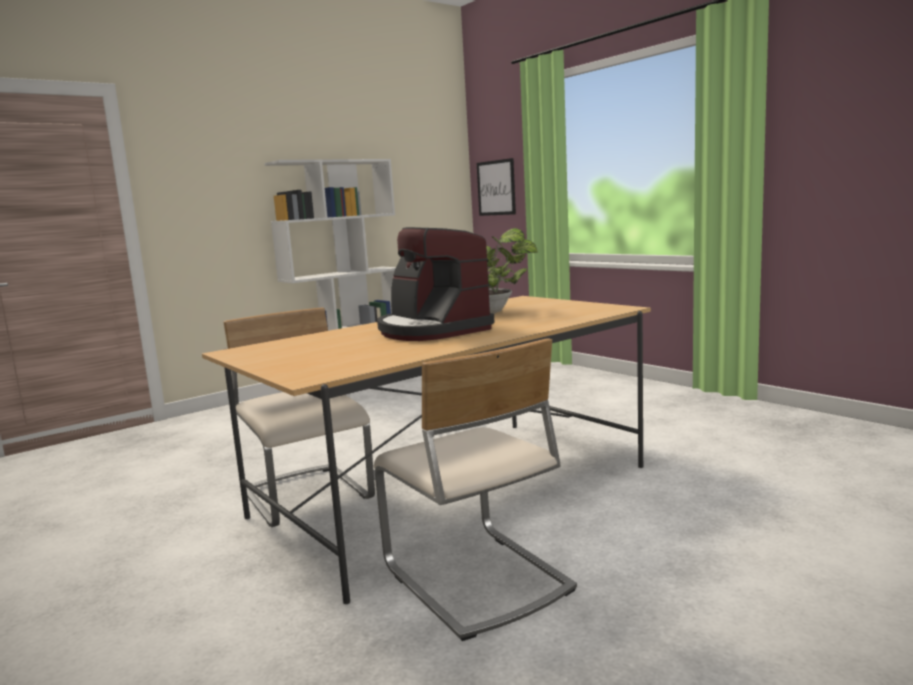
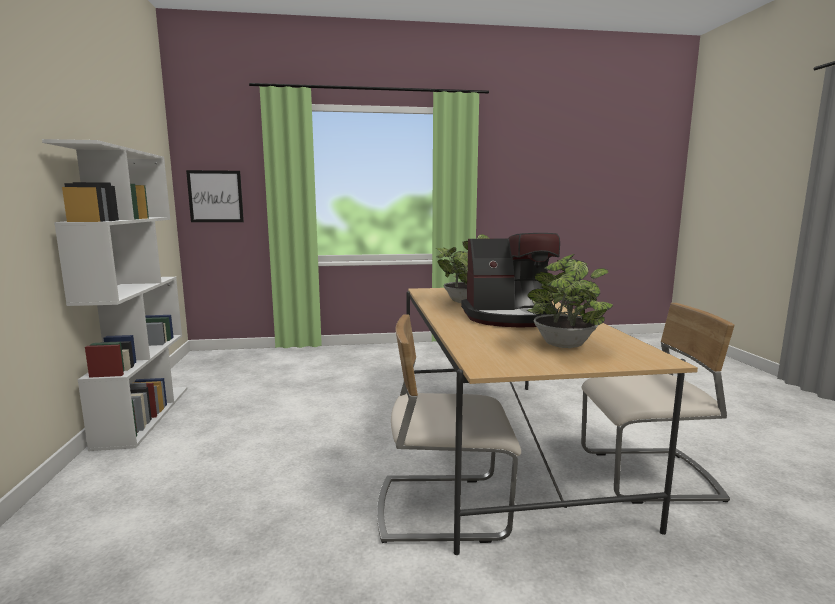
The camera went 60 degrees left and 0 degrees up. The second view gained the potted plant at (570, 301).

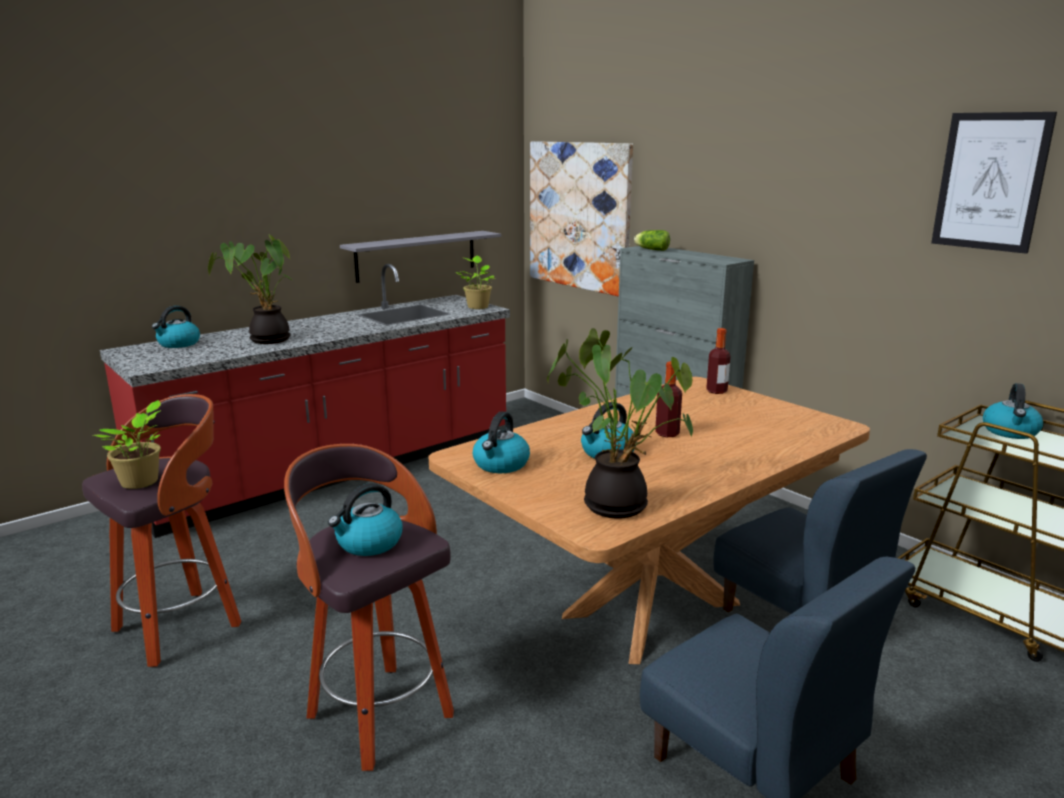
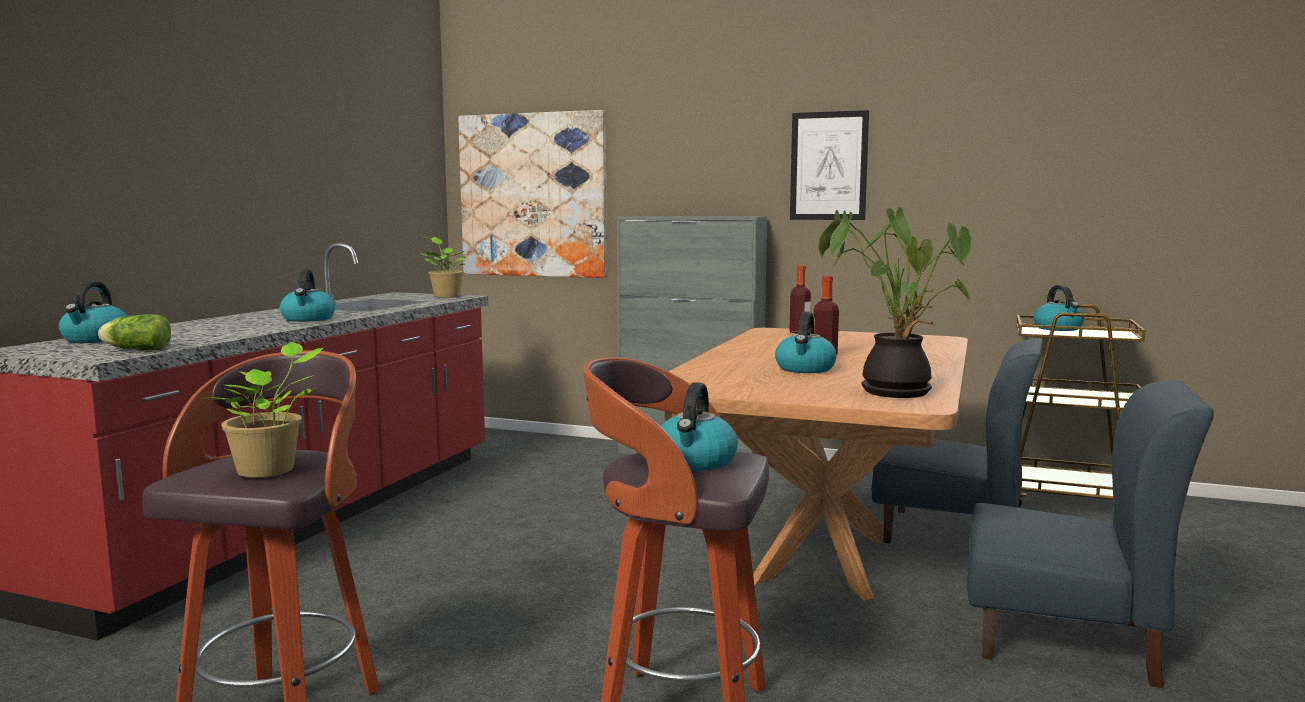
The camera went 30 degrees left and 10 degrees down. The second view lost the potted plant at (250, 289). The second view lost the grey shelf at (420, 257). The kettle ended up elsewhere, having gone from (501, 442) to (307, 296). The lettuce ended up elsewhere, having gone from (652, 240) to (134, 332). The picture ended up elsewhere, having gone from (994, 183) to (829, 165).

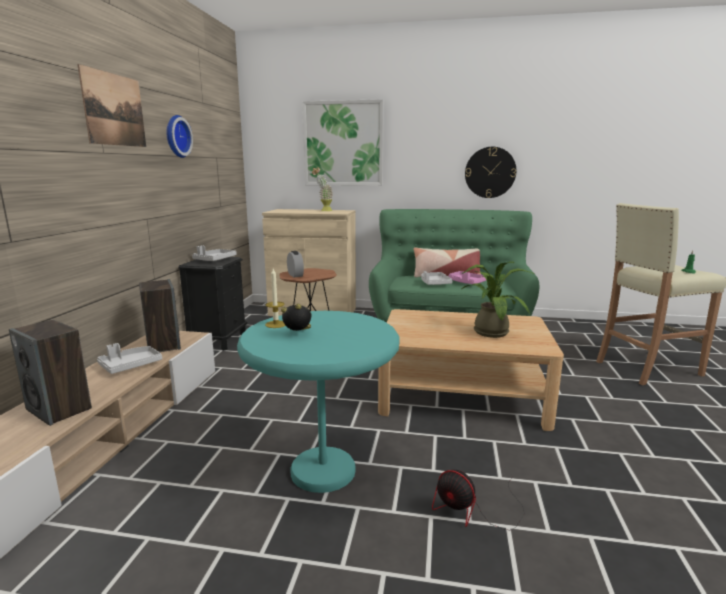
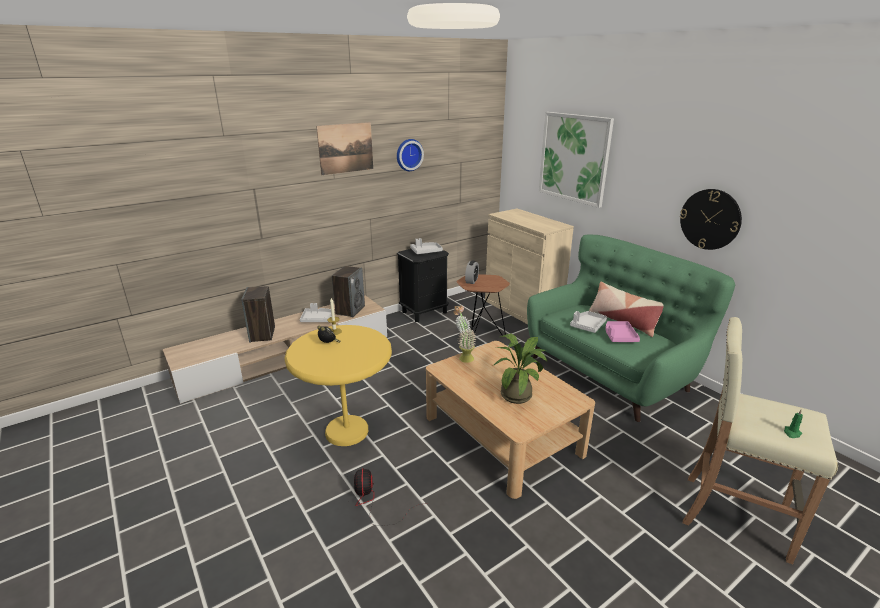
The camera went 45 degrees right and 10 degrees up. What was the turquoise side table at (318, 402) turned into the yellow side table at (338, 385). The potted plant ended up elsewhere, having gone from (322, 189) to (465, 334).

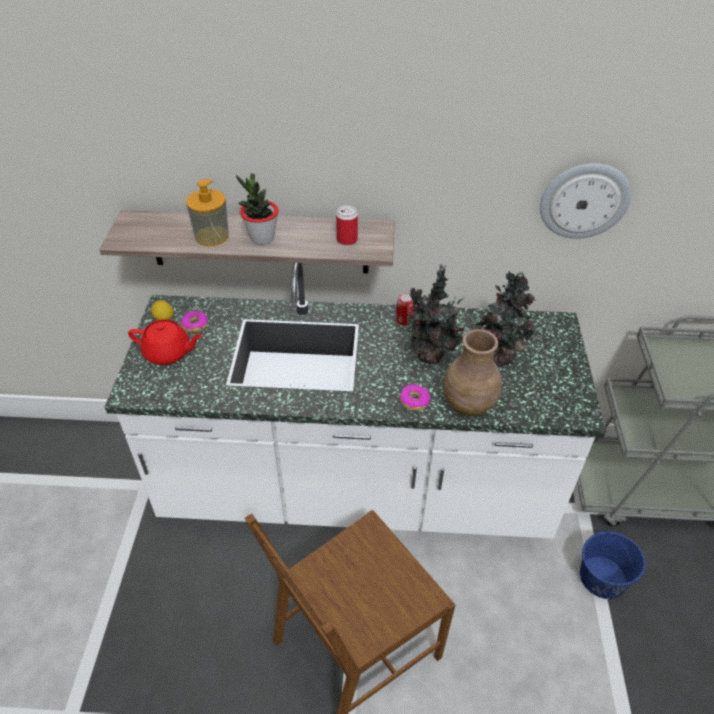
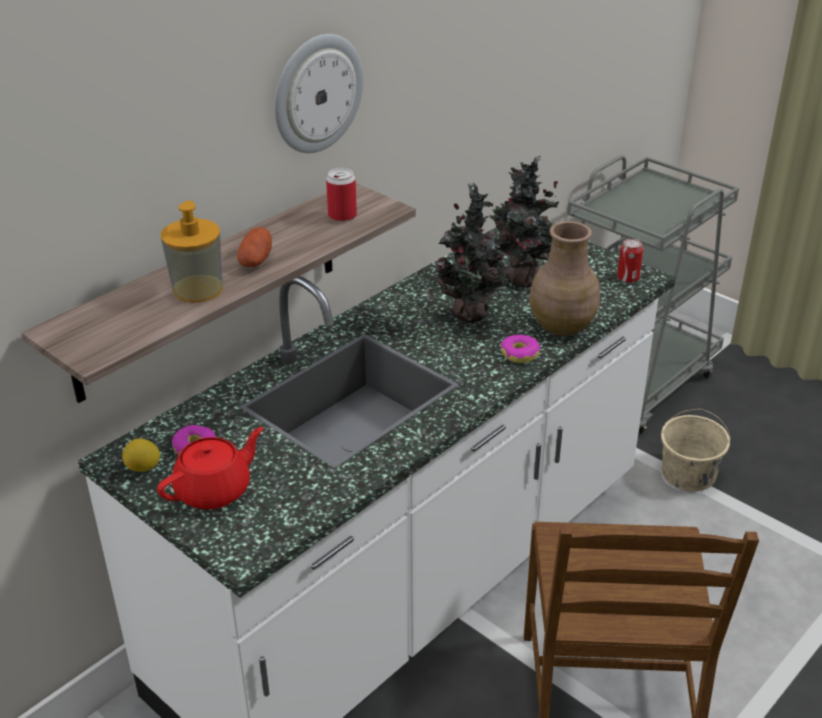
The camera went 50 degrees left and 10 degrees down. Where the potted plant stood at (257, 209), the potato came to stand at (254, 247). The can ended up elsewhere, having gone from (404, 309) to (630, 261). The wall clock ended up elsewhere, having gone from (585, 201) to (318, 93). What was the blue bucket at (613, 564) turned into the beige bucket at (696, 450).

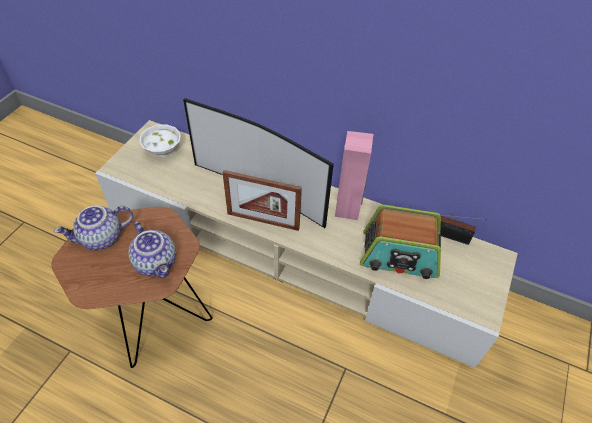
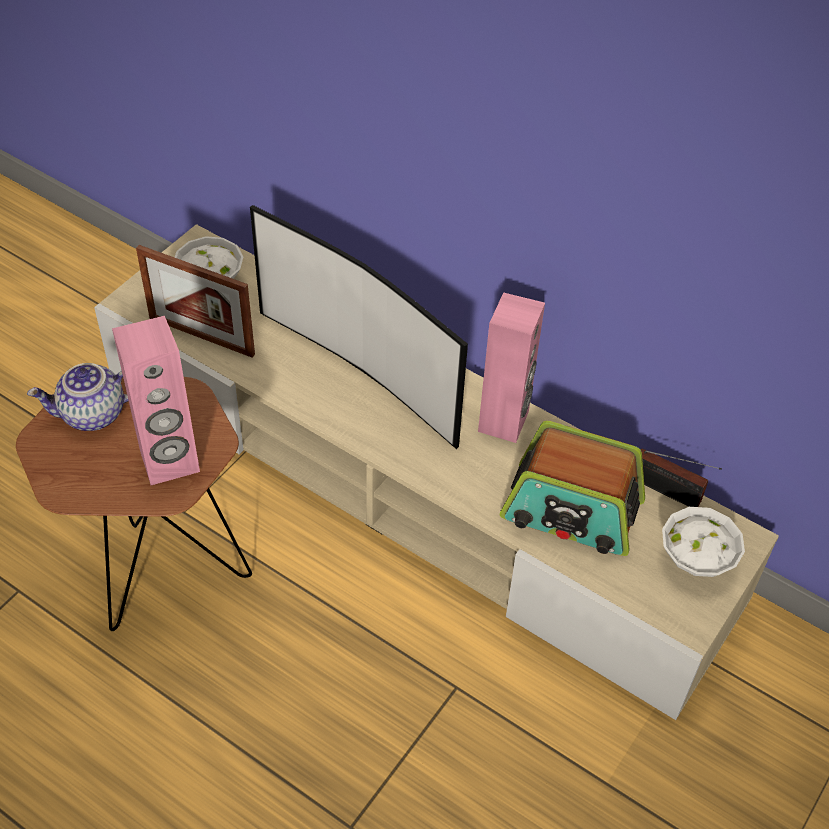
The camera went 10 degrees right and 0 degrees up. Where the teapot stood at (152, 249), the pink speaker came to stand at (156, 400). The picture frame ended up elsewhere, having gone from (262, 200) to (195, 301). The second view gained the white bowl at (703, 542).

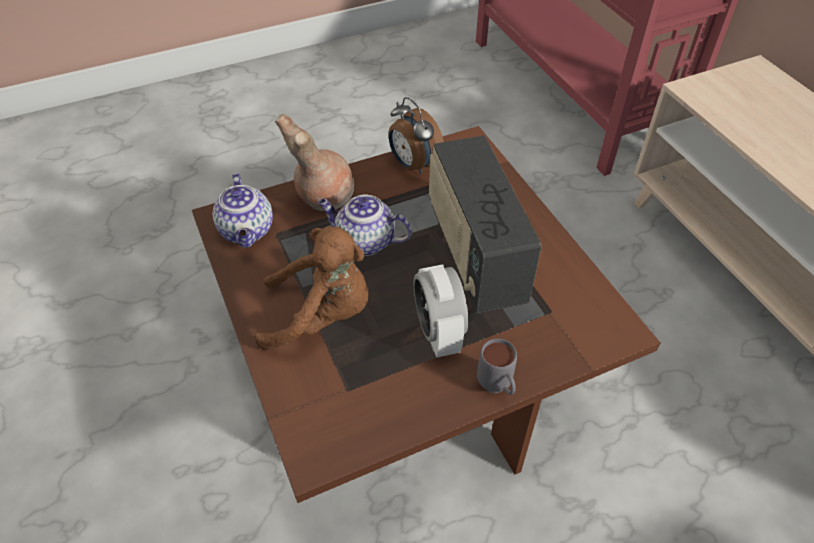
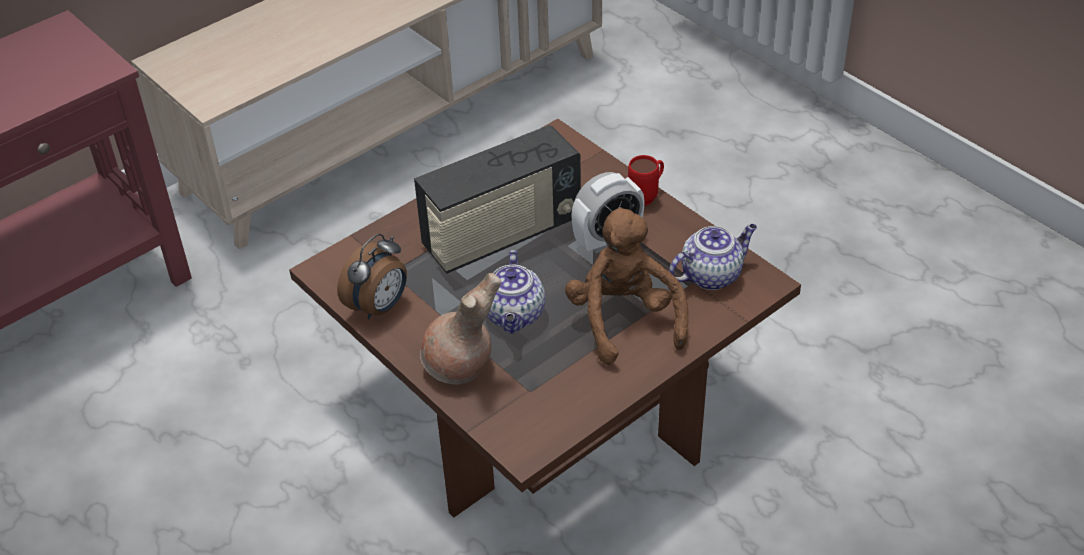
The camera went 105 degrees left and 5 degrees down. The teapot ended up elsewhere, having gone from (243, 210) to (713, 257). What was the grey mug at (497, 367) turned into the red mug at (646, 180).

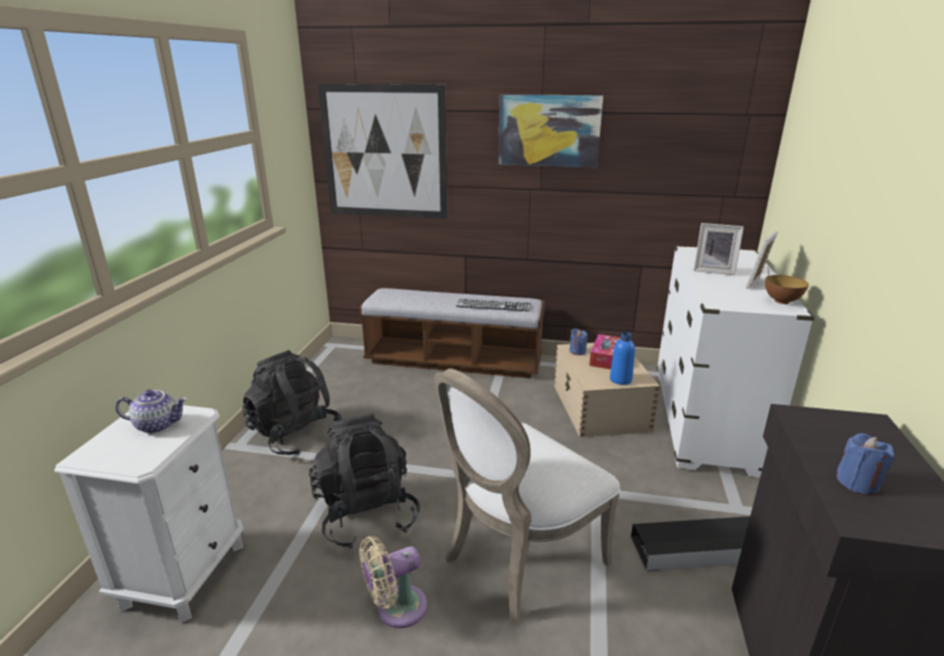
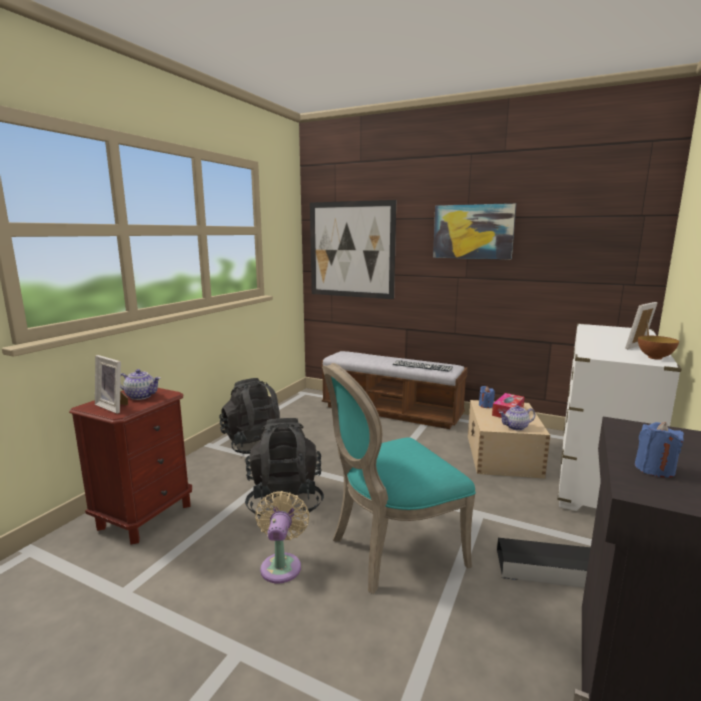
The camera went 15 degrees right and 10 degrees down. What was the white nightstand at (149, 514) turned into the brown nightstand at (130, 466). The beige fan at (393, 582) ended up facing another way, 105 degrees clockwise from before. What was the white chair at (527, 496) turned into the turquoise chair at (399, 478). Where the blue bottle stood at (622, 358), the teapot came to stand at (517, 418). The picture frame ended up elsewhere, having gone from (719, 249) to (111, 384).

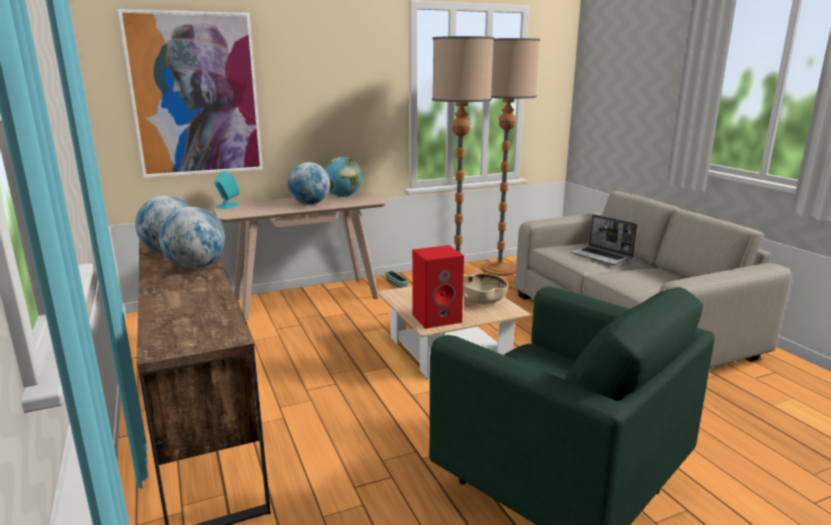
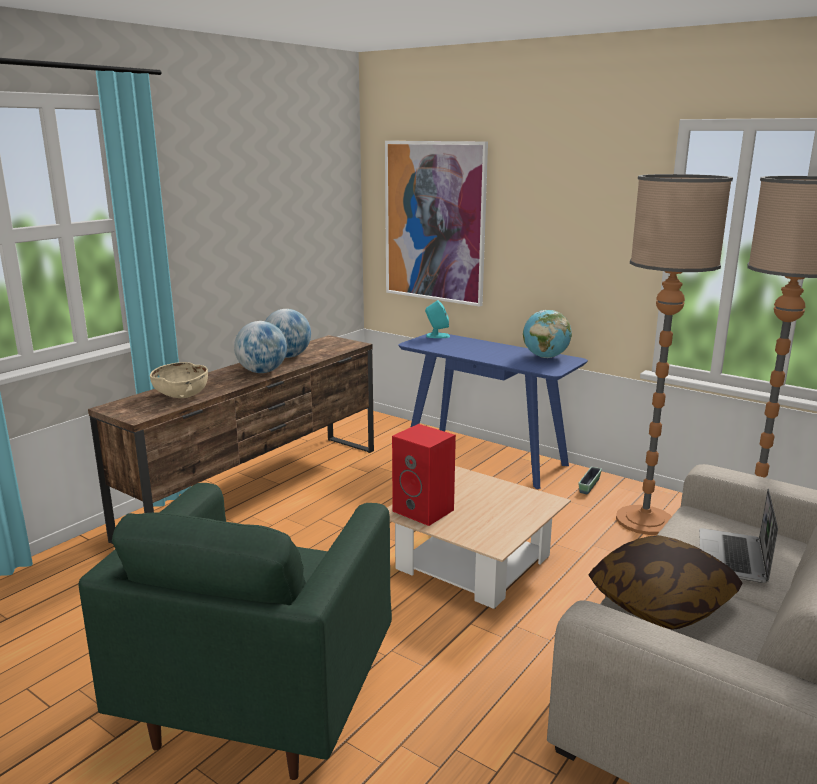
The camera went 60 degrees right and 0 degrees up. What was the beige console table at (299, 255) turned into the blue console table at (493, 410). The second view lost the globe at (309, 183). The beige bowl ended up elsewhere, having gone from (485, 288) to (179, 380). The second view gained the pillow at (665, 582).

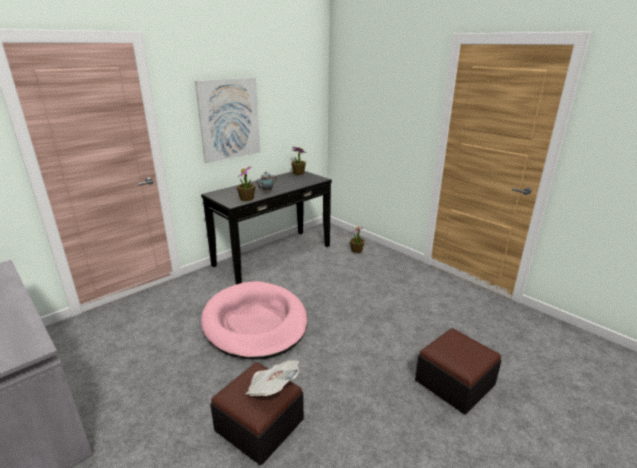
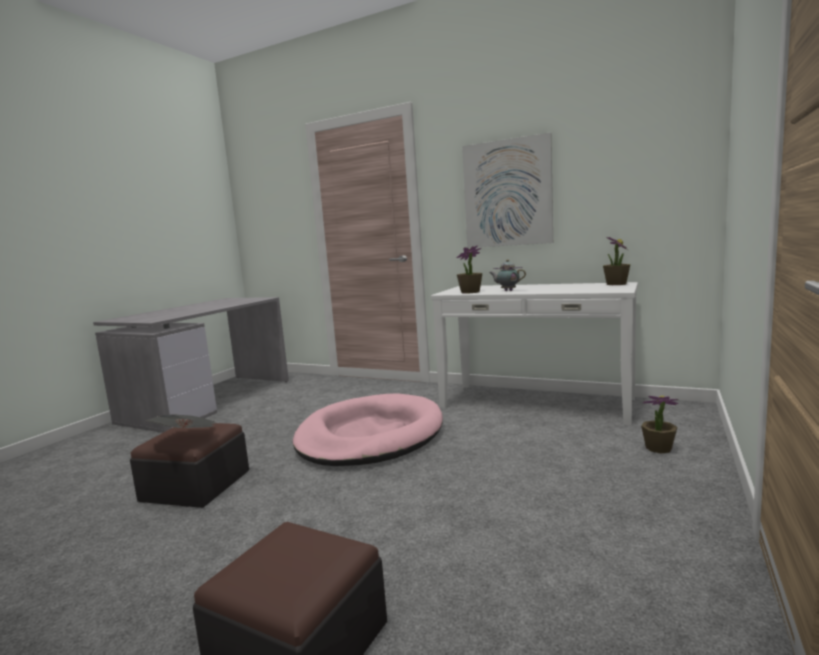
The camera went 70 degrees right and 15 degrees down. What was the black console table at (266, 227) turned into the white console table at (534, 354).

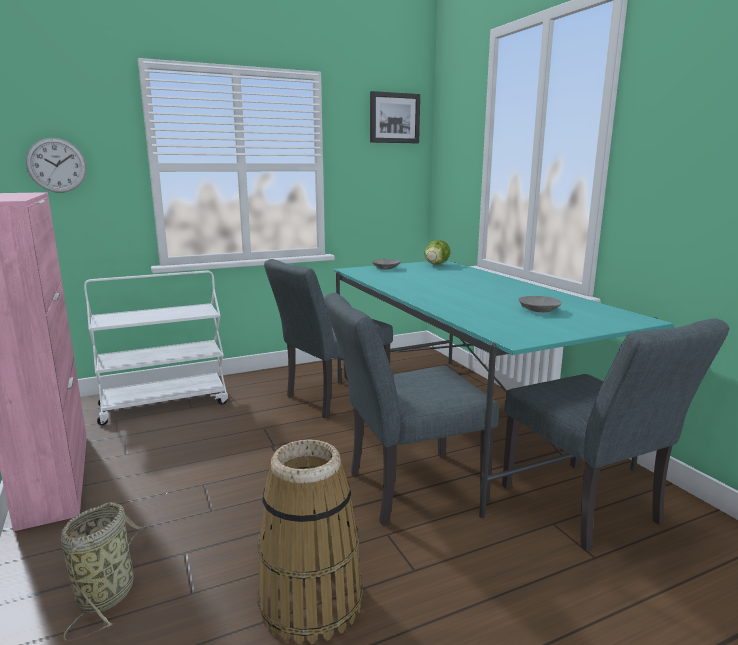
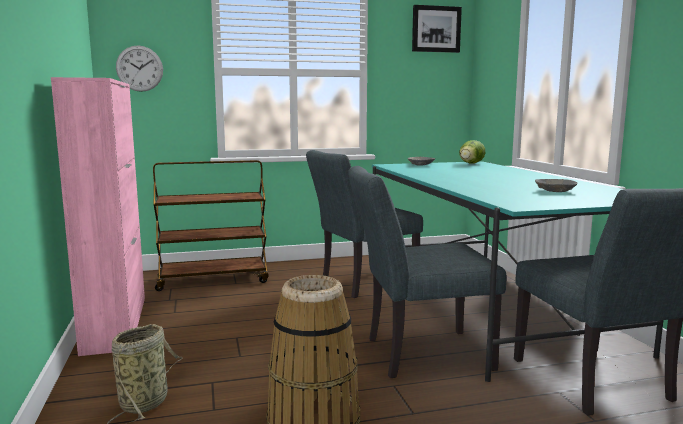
The camera went 10 degrees right and 5 degrees down. What was the white cart at (156, 348) turned into the brown cart at (211, 225).

